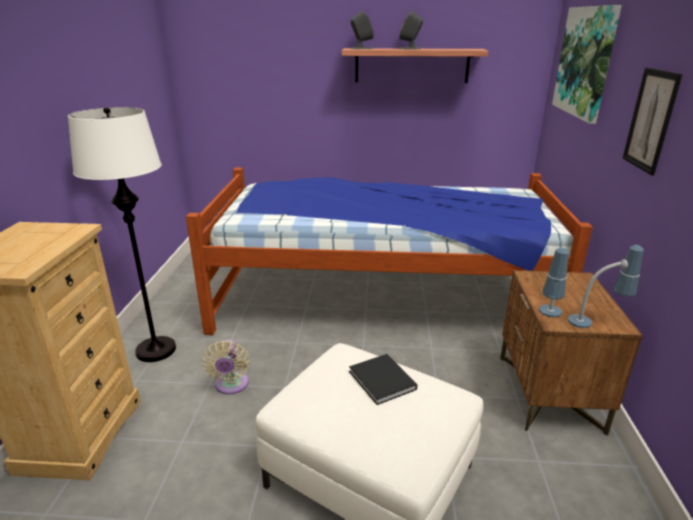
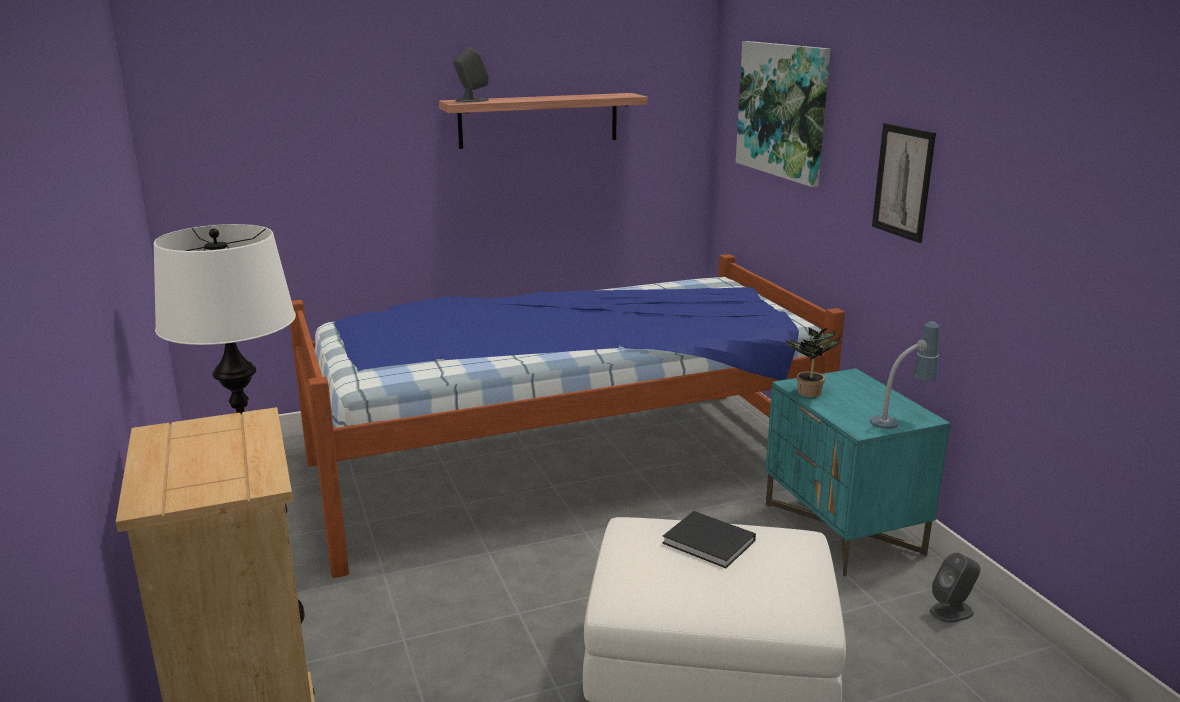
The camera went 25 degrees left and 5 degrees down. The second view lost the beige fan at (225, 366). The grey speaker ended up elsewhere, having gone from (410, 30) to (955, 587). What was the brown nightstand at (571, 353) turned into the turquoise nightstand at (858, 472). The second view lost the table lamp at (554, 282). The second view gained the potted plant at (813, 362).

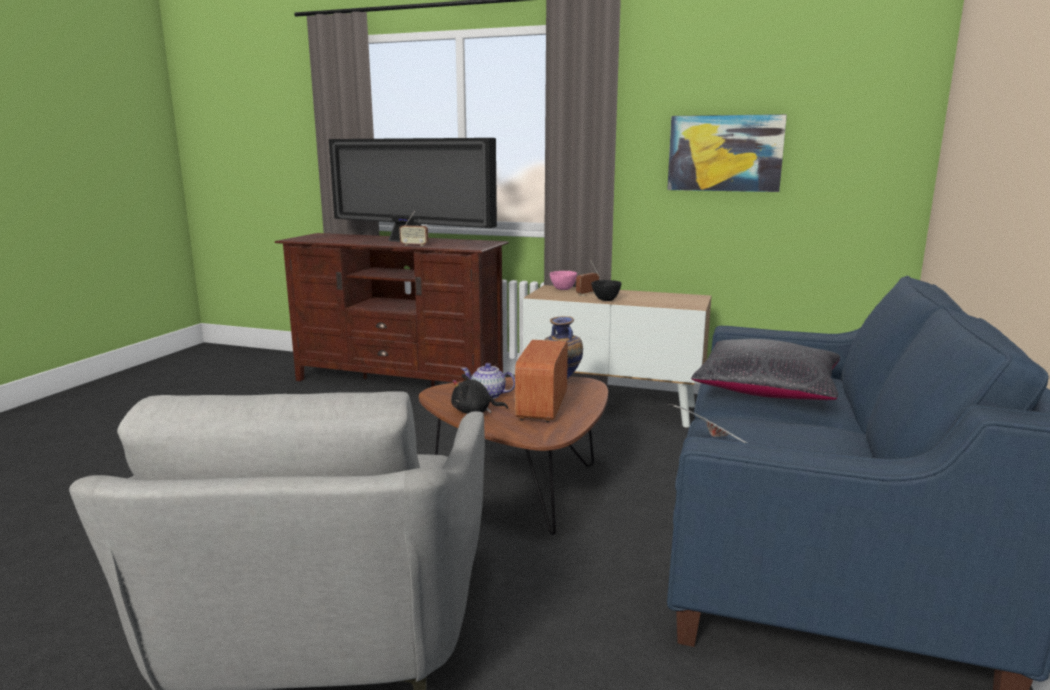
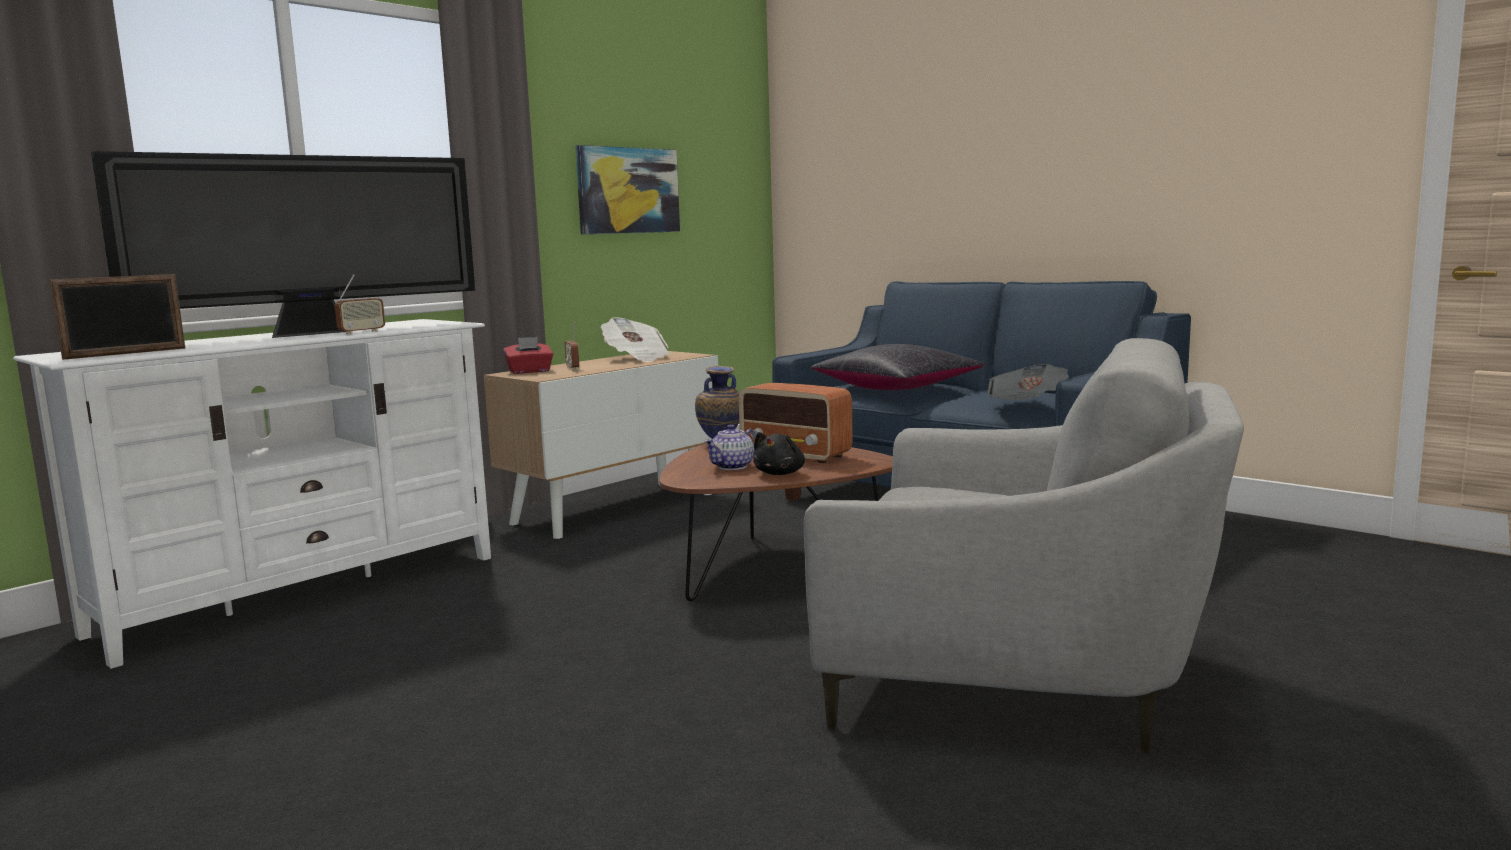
The camera went 65 degrees left and 5 degrees down. What was the brown tv stand at (392, 310) turned into the white tv stand at (252, 494). Where the pink bowl stood at (563, 280), the red tissue box came to stand at (528, 355). The second view lost the black bowl at (606, 290). The second view gained the picture frame at (117, 317). The second view gained the newspaper at (636, 339).

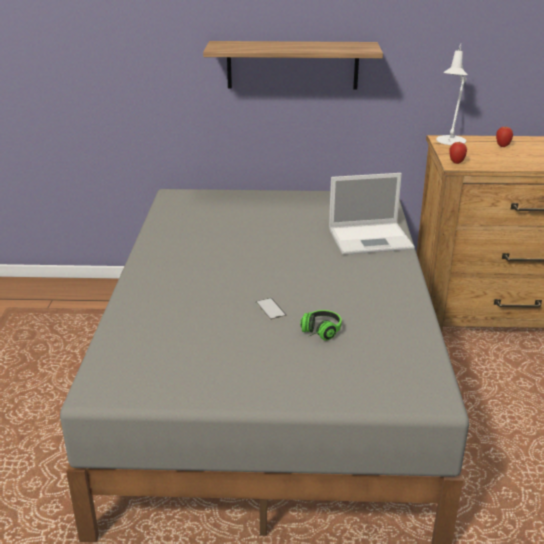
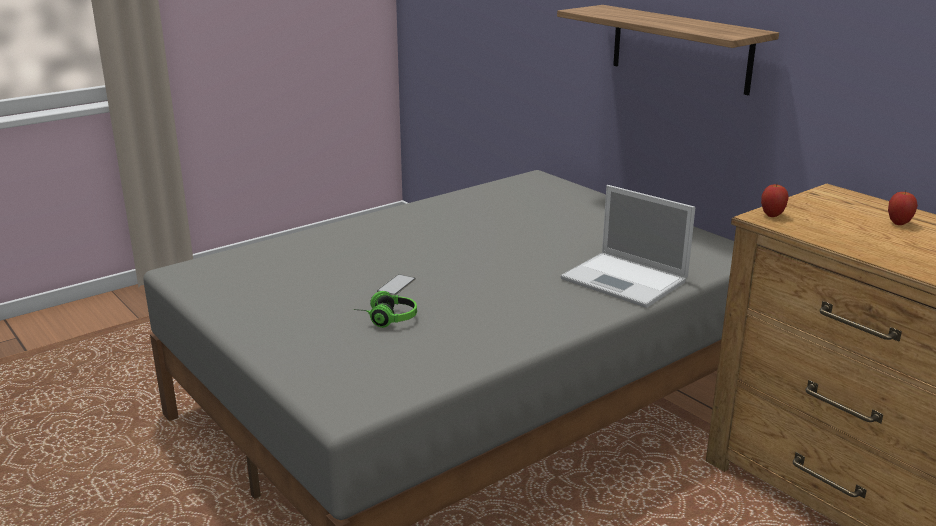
The camera went 50 degrees right and 5 degrees down. The second view lost the white table lamp at (452, 94).

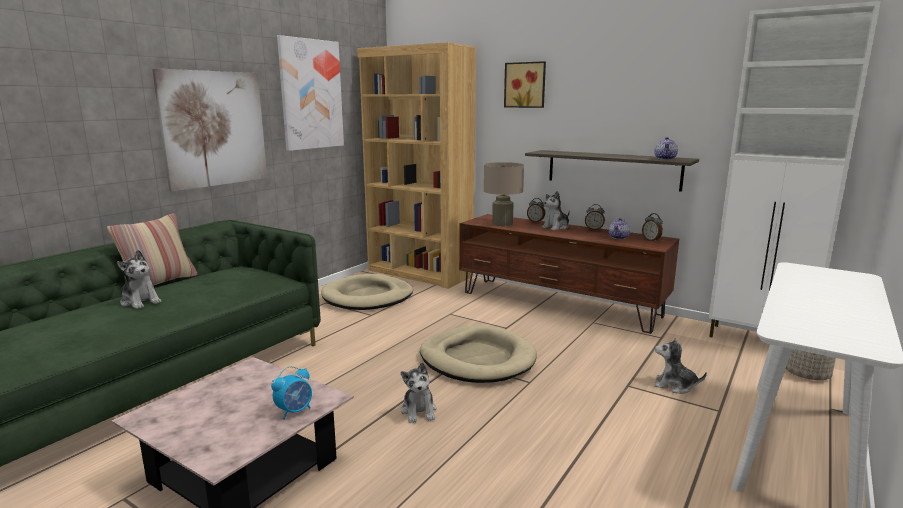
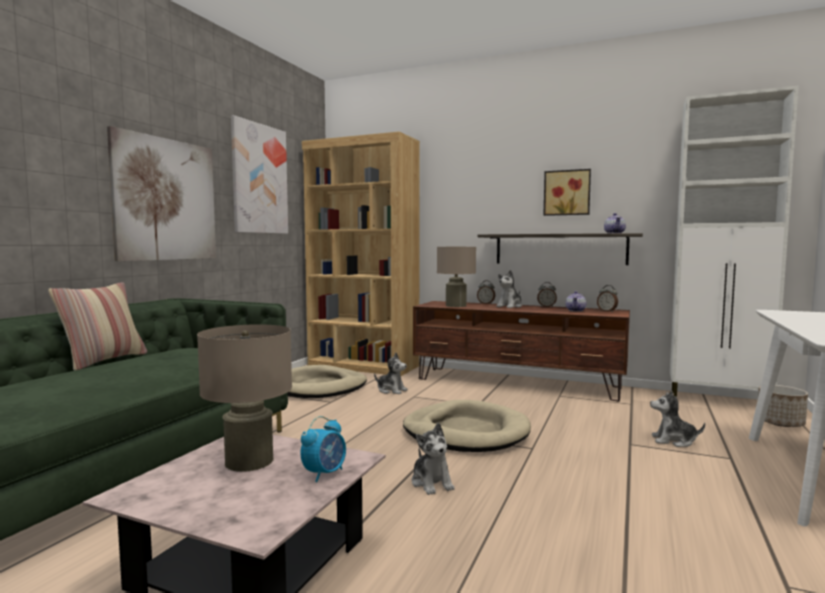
The camera went 10 degrees left and 10 degrees down. The plush toy ended up elsewhere, having gone from (139, 279) to (391, 373). The picture ended up elsewhere, having gone from (525, 84) to (567, 192). The second view gained the beige table lamp at (244, 398).

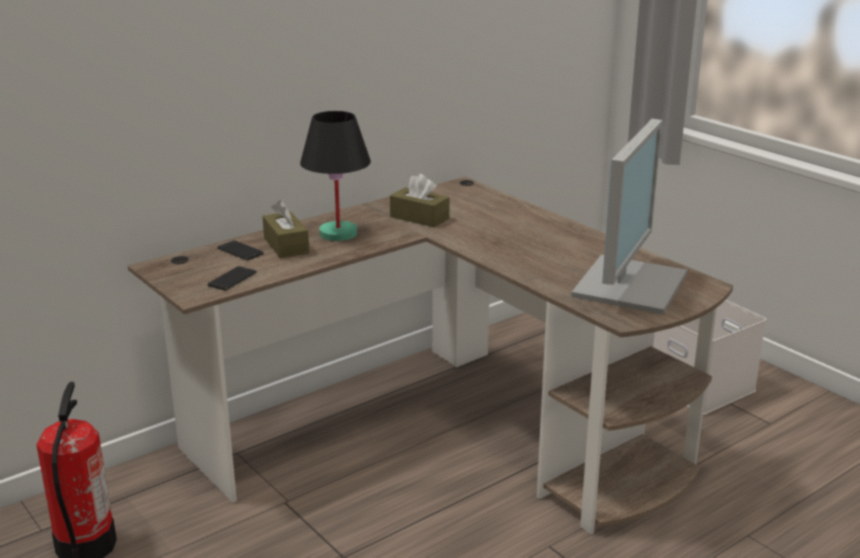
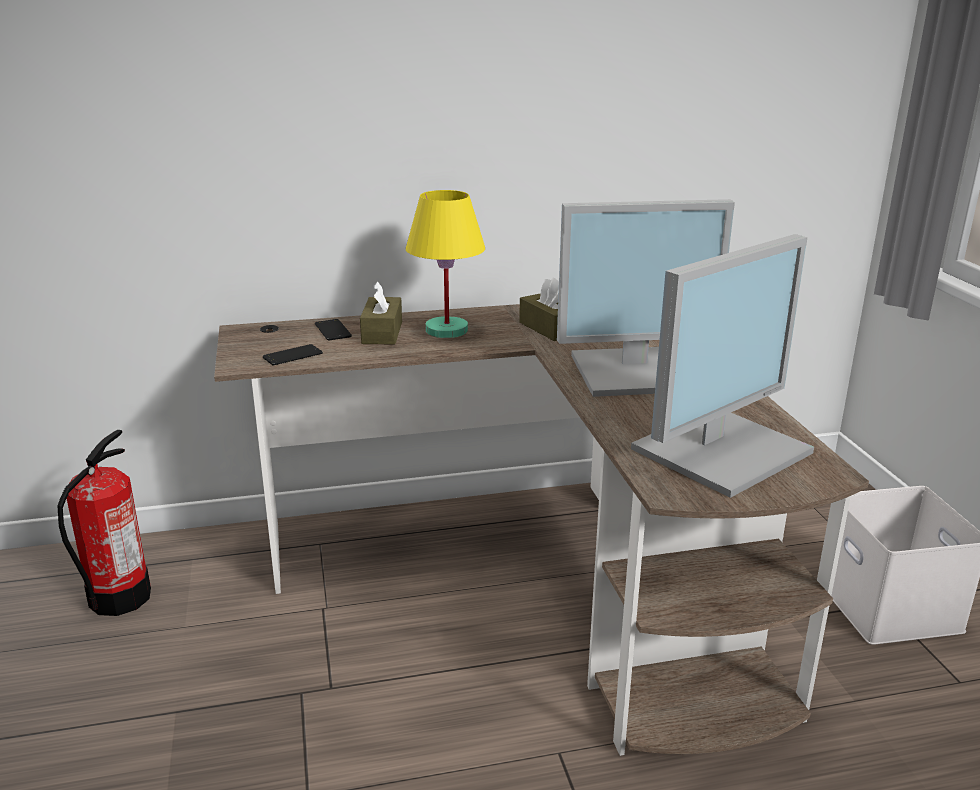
The camera went 25 degrees right and 0 degrees up. What was the black table lamp at (335, 176) turned into the yellow table lamp at (445, 264). The second view gained the monitor at (646, 298).

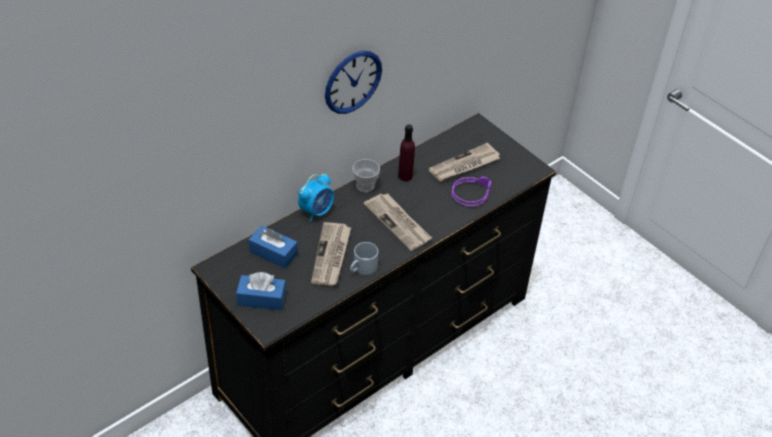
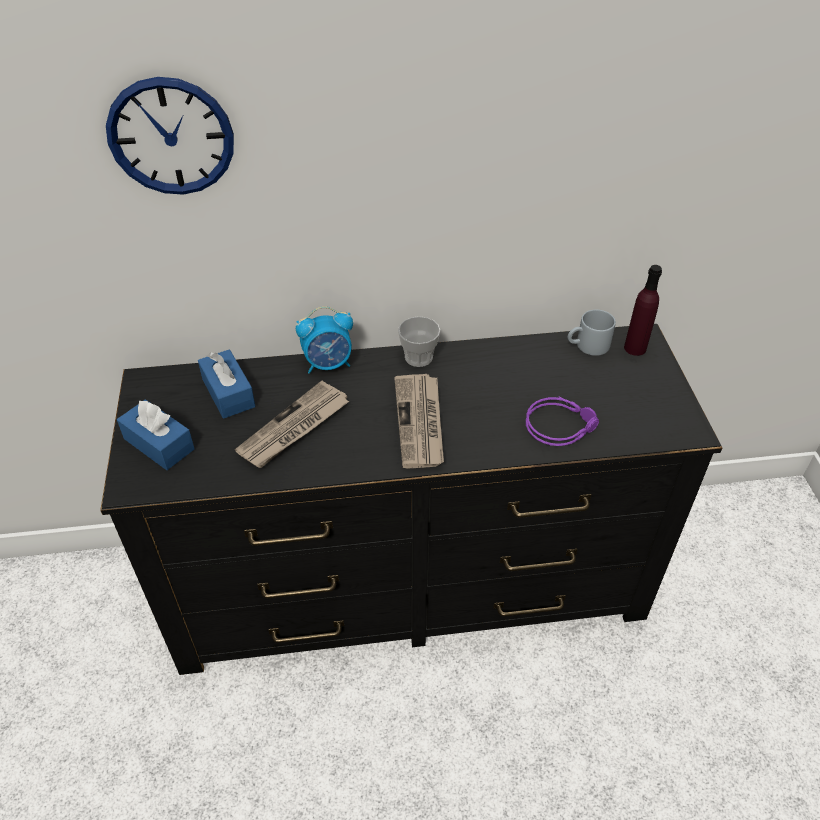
The camera went 35 degrees right and 0 degrees up. The wall clock ended up elsewhere, having gone from (353, 82) to (170, 136). The grey mug ended up elsewhere, having gone from (364, 258) to (592, 332). The purple bottle ended up elsewhere, having gone from (406, 152) to (643, 310). The second view lost the newspaper at (464, 162).

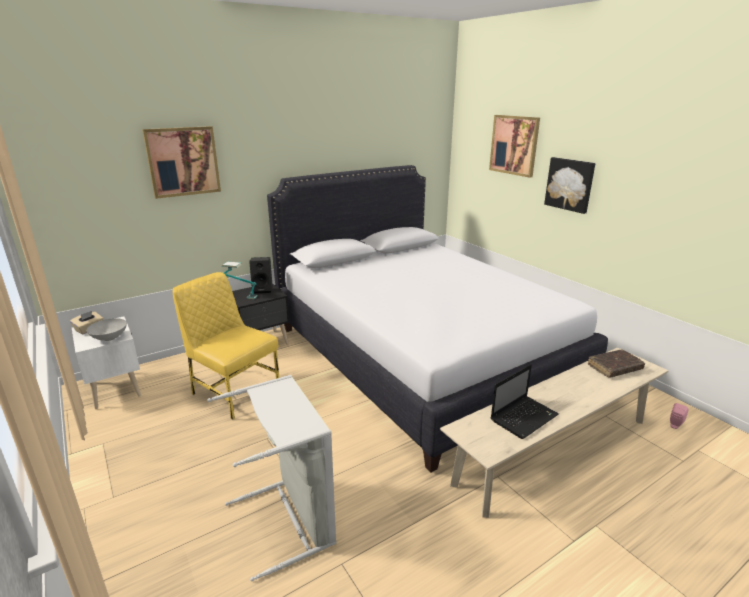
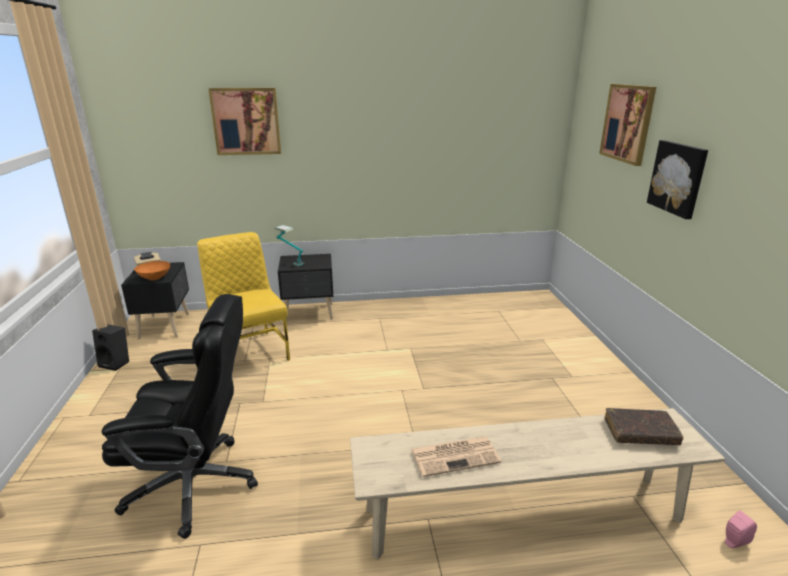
The camera went 25 degrees right and 0 degrees up. What was the white nightstand at (106, 362) turned into the black nightstand at (155, 300). What was the grey bowl at (106, 329) turned into the orange bowl at (152, 270). Where the grey laundry basket stood at (271, 478), the black office chair came to stand at (180, 416). The black speaker ended up elsewhere, having gone from (261, 275) to (110, 347). The second view lost the white bed at (437, 319). Where the laptop stood at (525, 401), the newspaper came to stand at (456, 456).

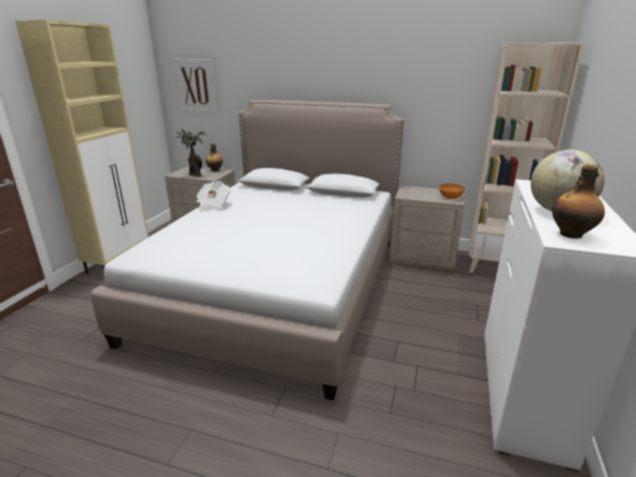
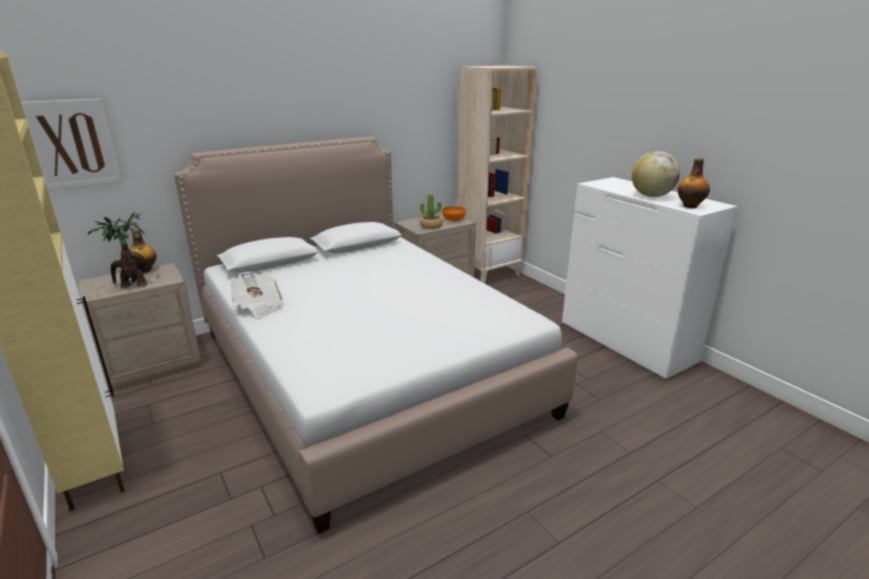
The camera went 50 degrees left and 0 degrees up. The second view gained the potted plant at (431, 211).

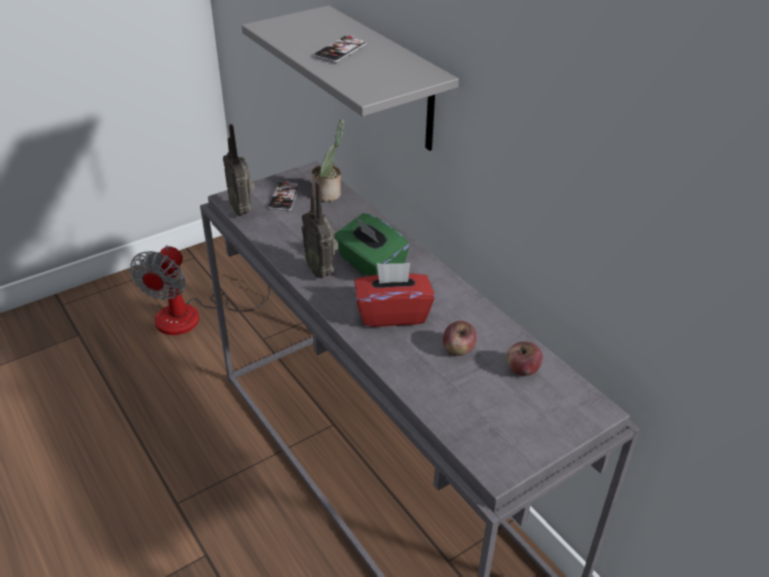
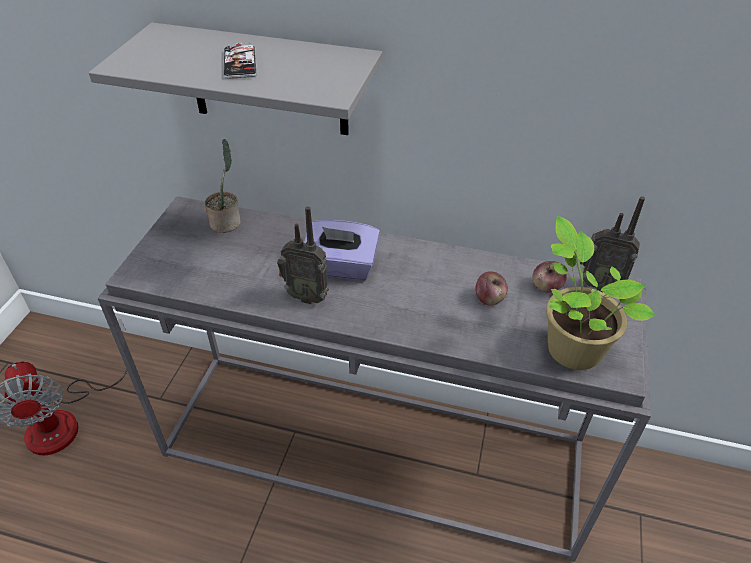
The camera went 40 degrees left and 5 degrees up. The radio ended up elsewhere, having gone from (239, 170) to (612, 244). The second view lost the phone at (284, 196). What was the green tissue box at (372, 244) turned into the purple tissue box at (342, 250). The second view lost the red tissue box at (394, 295). The second view gained the potted plant at (601, 293).

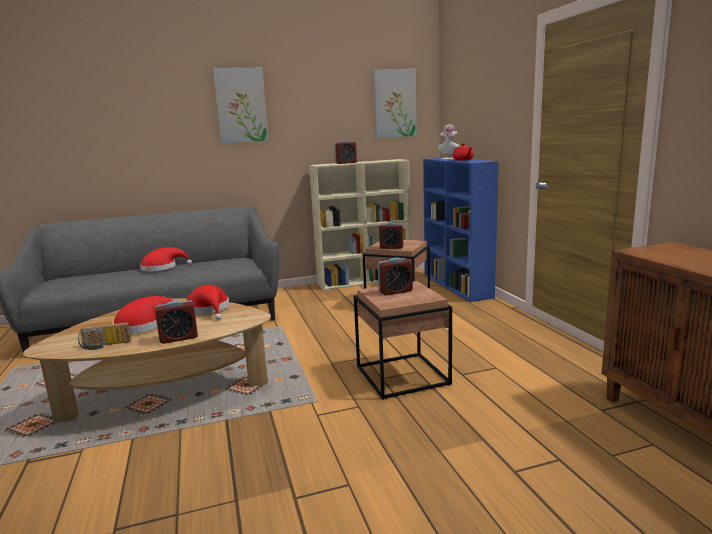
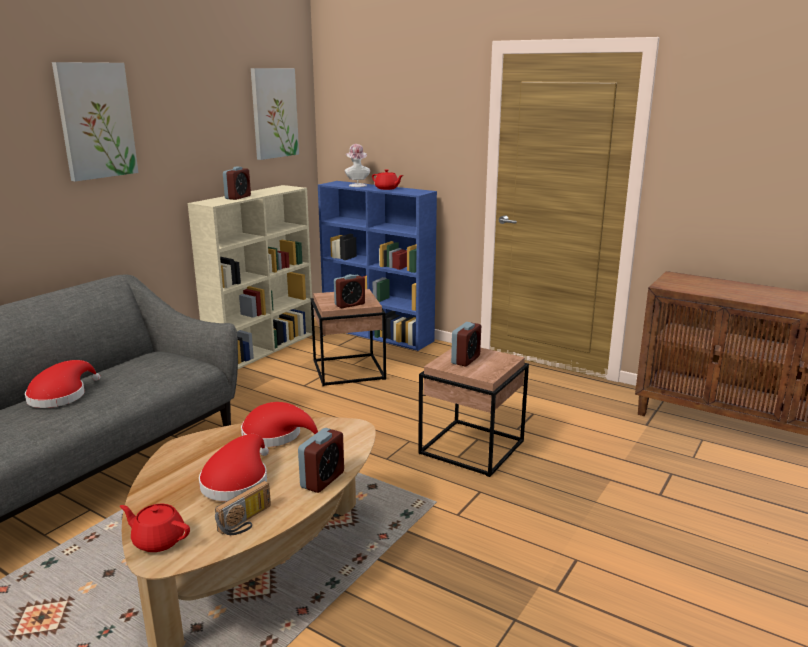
The camera went 40 degrees left and 5 degrees up. The second view gained the red teapot at (155, 528).

